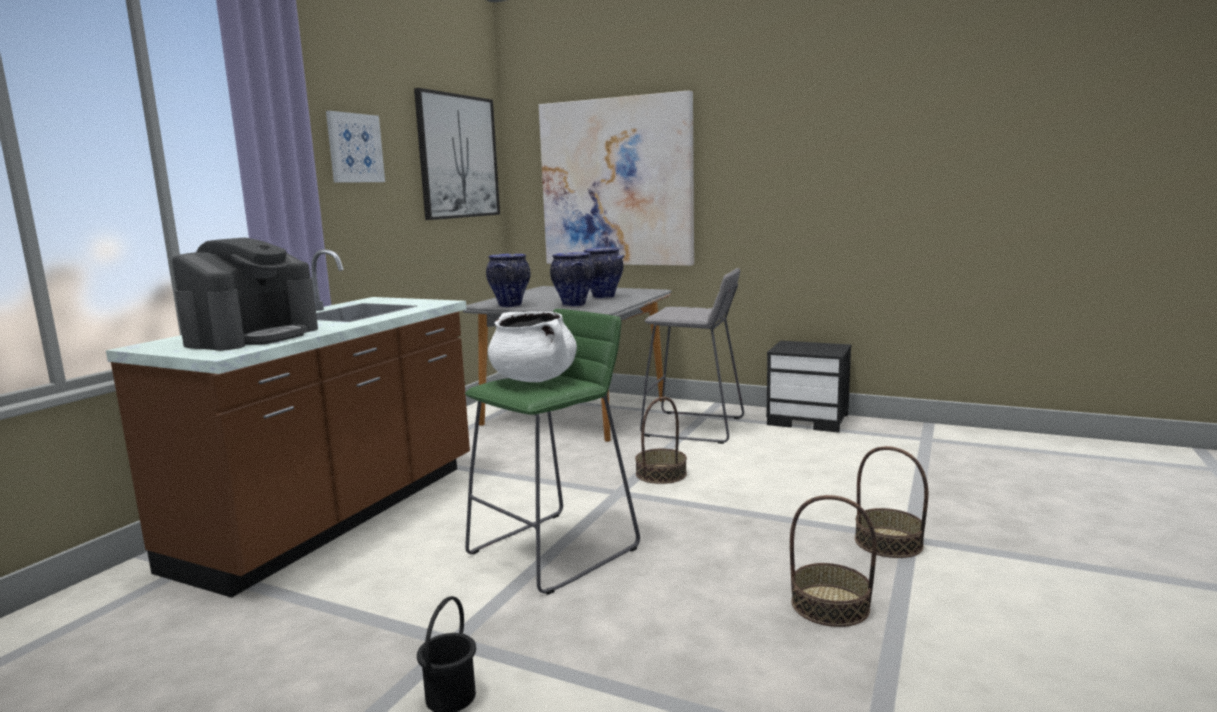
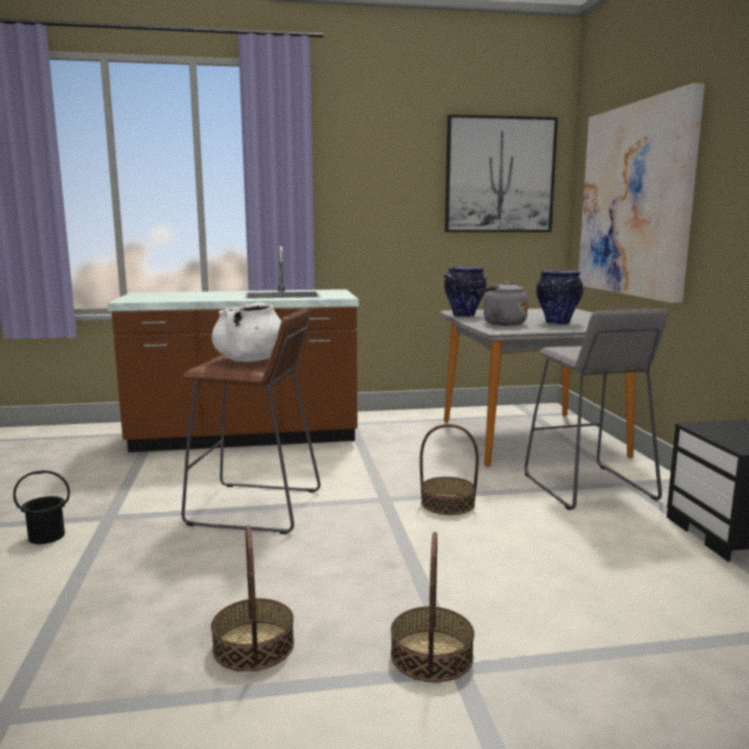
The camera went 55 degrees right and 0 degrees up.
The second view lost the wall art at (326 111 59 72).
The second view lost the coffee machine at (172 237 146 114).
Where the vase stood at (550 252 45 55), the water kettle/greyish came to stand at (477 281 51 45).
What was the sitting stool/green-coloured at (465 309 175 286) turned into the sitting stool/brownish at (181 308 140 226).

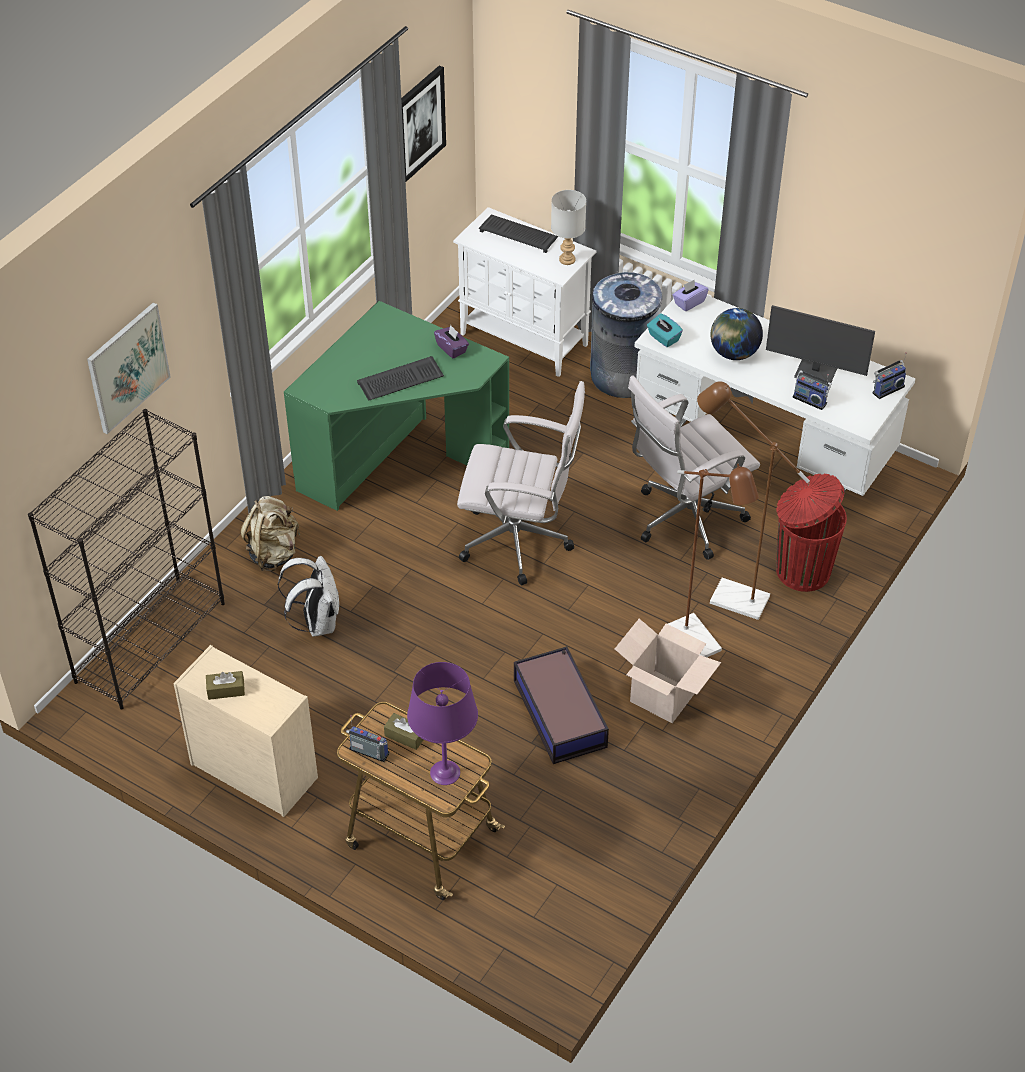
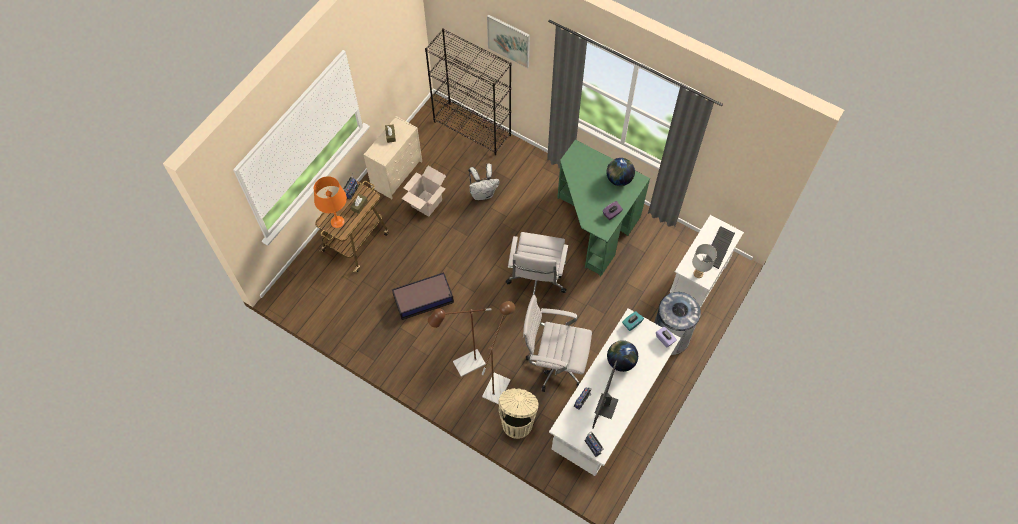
The camera went 90 degrees right and 15 degrees up.
The second view lost the wall art at (401 66 45 116).
The second view lost the computer keyboard at (357 356 87 45).
The office chair/whitish at (628 375 132 185) ended up facing another way, 45 degrees counterclockwise from before.
What was the rubbish bin/red at (776 474 71 118) turned into the rubbish bin/beige at (499 388 40 51).
The second view lost the knapsack/beige at (240 496 60 75).
The cardboard box ended up elsewhere, having gone from (615 619 106 104) to (402 166 44 51).
What was the table lamp/purplish at (407 662 71 123) turned into the table lamp/orangey at (314 176 33 52).
The second view gained the world globe at (606 158 29 28).

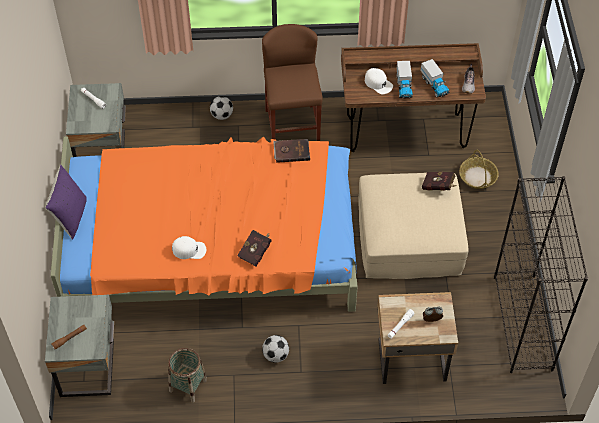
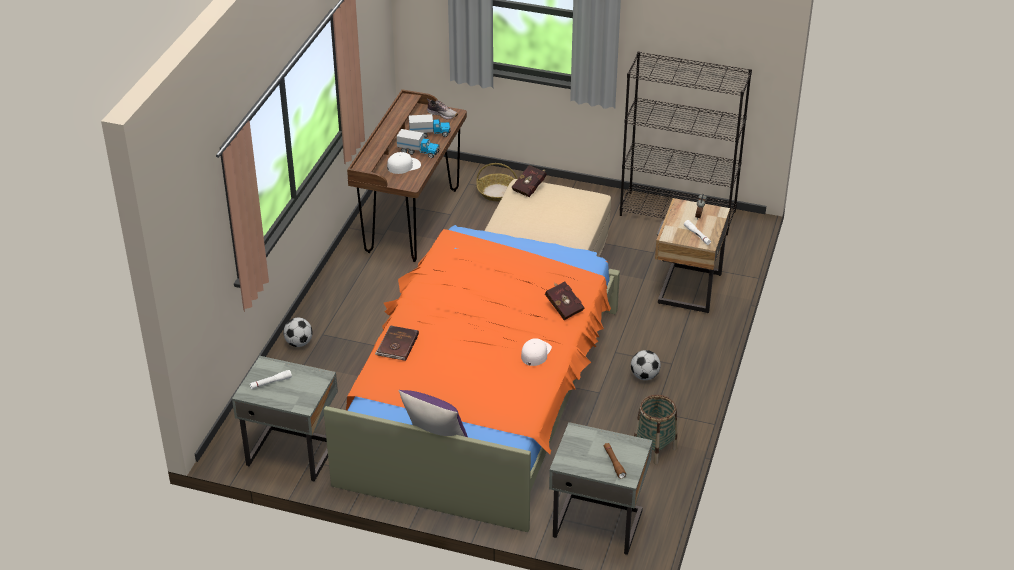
The camera went 70 degrees left and 15 degrees down.
The second view lost the sitting stool/brownish at (262 24 61 117).
The book/brownish ended up elsewhere, having gone from (273 139 37 24) to (375 325 44 36).

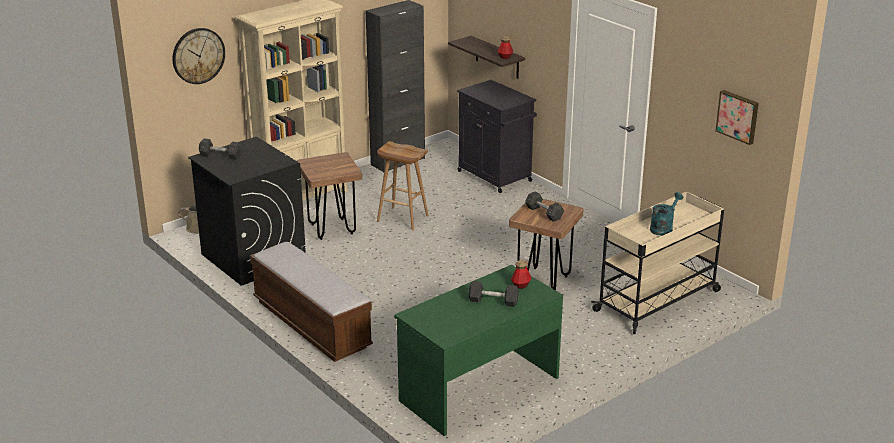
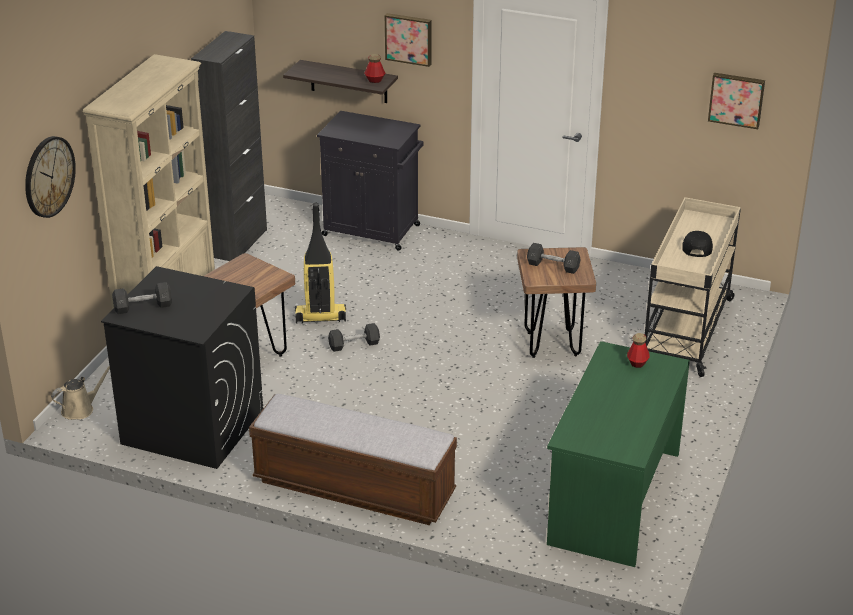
The camera went 30 degrees left and 5 degrees up.
Where the sitting stool/brownish stood at (377 141 52 89), the vacuum came to stand at (295 202 51 122).
Where the watering can/turquoise-coloured stood at (650 192 33 44), the cap/black-coloured came to stand at (682 231 31 26).
The hand weight/greyish ended up elsewhere, having gone from (468 281 51 26) to (328 323 52 29).
The second view gained the wall art at (385 13 47 54).

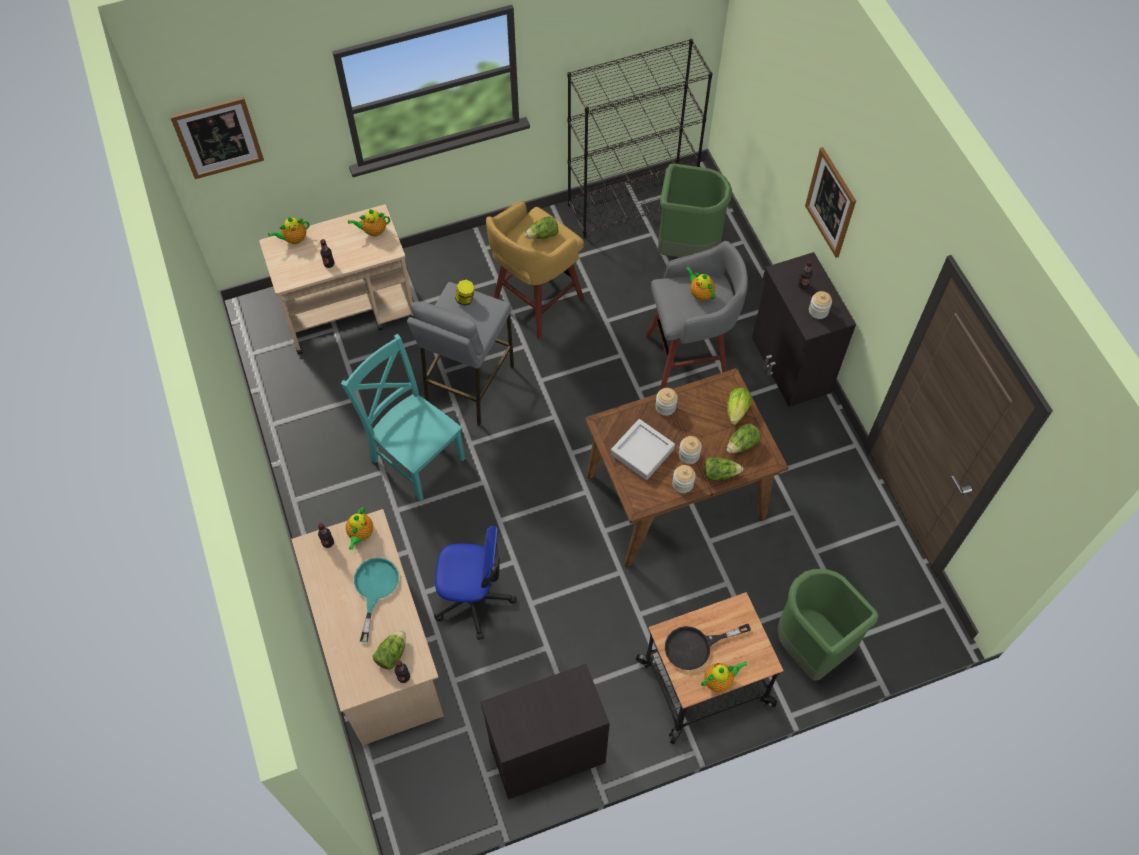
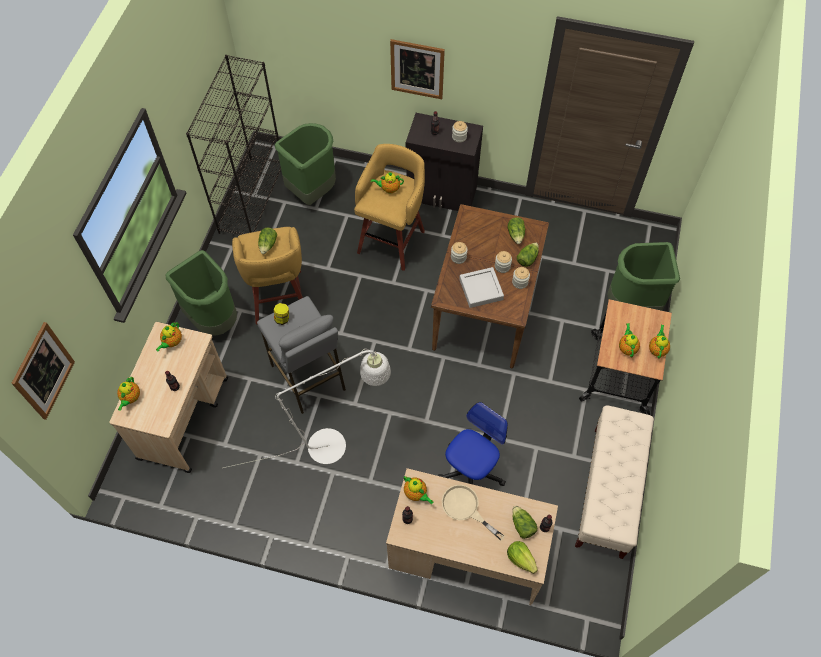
The camera went 55 degrees left and 0 degrees up.
What was the sitting stool/greyish at (646 241 102 148) turned into the sitting stool/yellow-coloured at (354 144 71 127).
Where the upright chair/turquoise-coloured stood at (341 334 124 167), the standard lamp/whitish came to stand at (223 349 168 119).
The lettuce head ended up elsewhere, having gone from (727 388 25 37) to (507 541 31 33).
What was the skillet/turquoise-coloured at (354 558 45 85) turned into the skillet/beige at (442 485 63 56).
Where the skillet/black-coloured stood at (665 624 86 46), the pot for tea came to stand at (619 323 21 35).
Where the cabinet/black-coloured stood at (481 664 129 135), the long seat/beige came to stand at (575 405 79 154).
The second view gained the rubbish bin/green-coloured at (165 250 72 86).

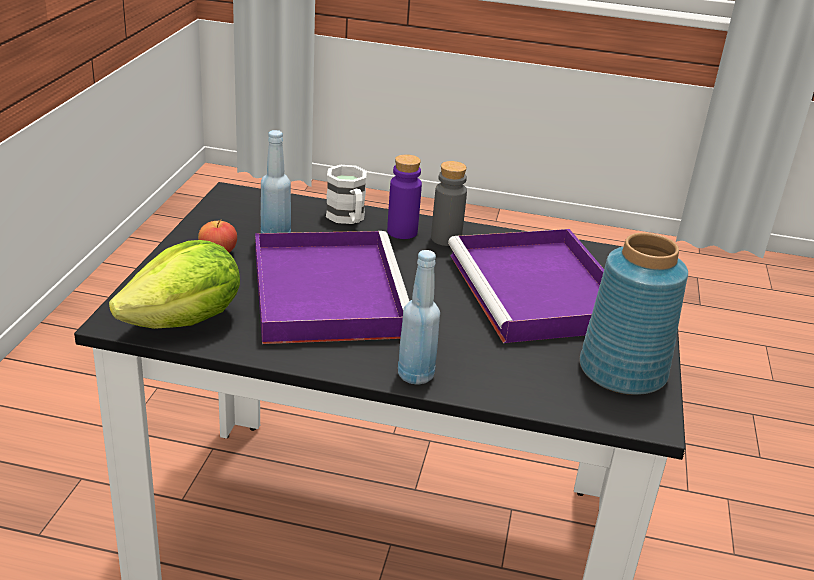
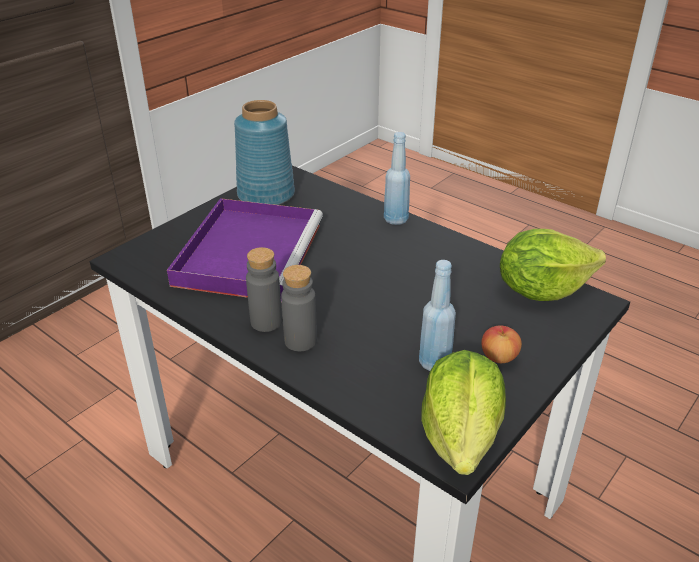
The camera went 150 degrees left and 5 degrees up.
What was the drink bottle/purplish at (387 154 35 85) turned into the drink bottle/greyish at (281 265 36 86).
The second view lost the coffee mug/whitish at (326 165 41 59).
The second view lost the carrying tray/purplish at (255 231 154 113).
The second view gained the lettuce head at (421 350 85 125).

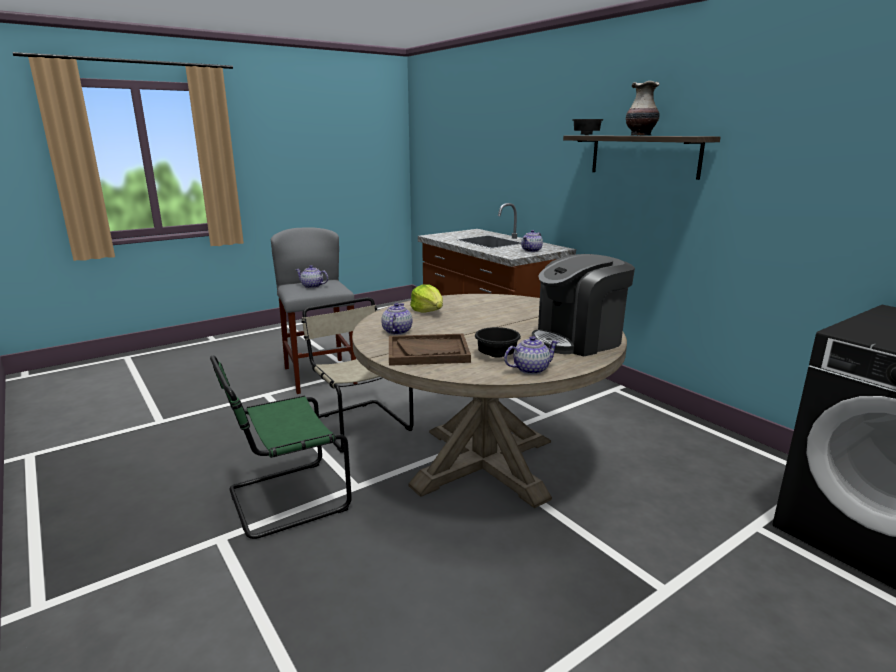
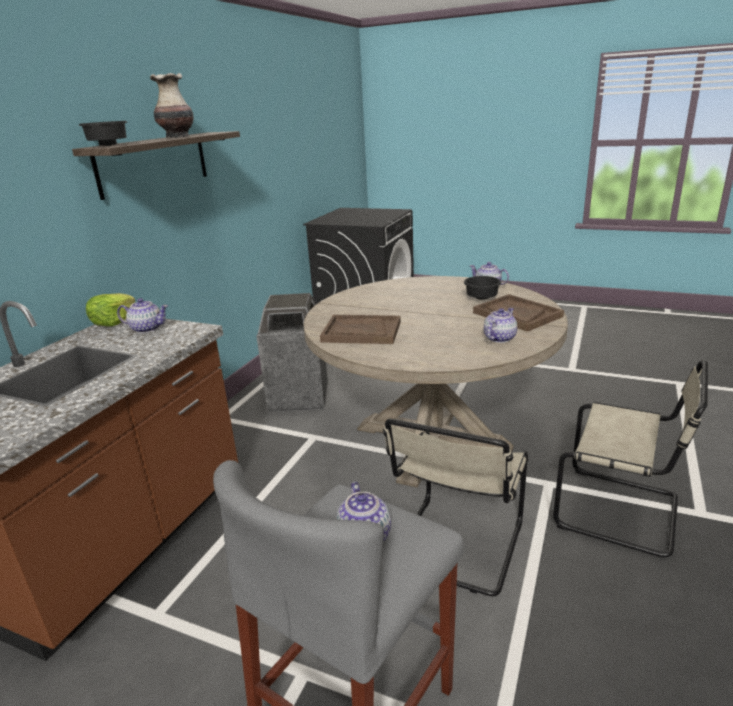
The camera went 120 degrees left and 5 degrees up.
The second view lost the coffee machine at (532 254 103 102).
The lettuce head ended up elsewhere, having gone from (410 284 33 29) to (86 293 49 33).
The pot for tea at (381 303 31 32) ended up facing another way, 150 degrees clockwise from before.
What was the upright chair/green-coloured at (210 356 142 183) turned into the upright chair/beige at (553 360 155 197).
The second view gained the rubbish bin at (256 293 72 119).
The second view gained the carrying tray/brownish at (320 315 81 29).

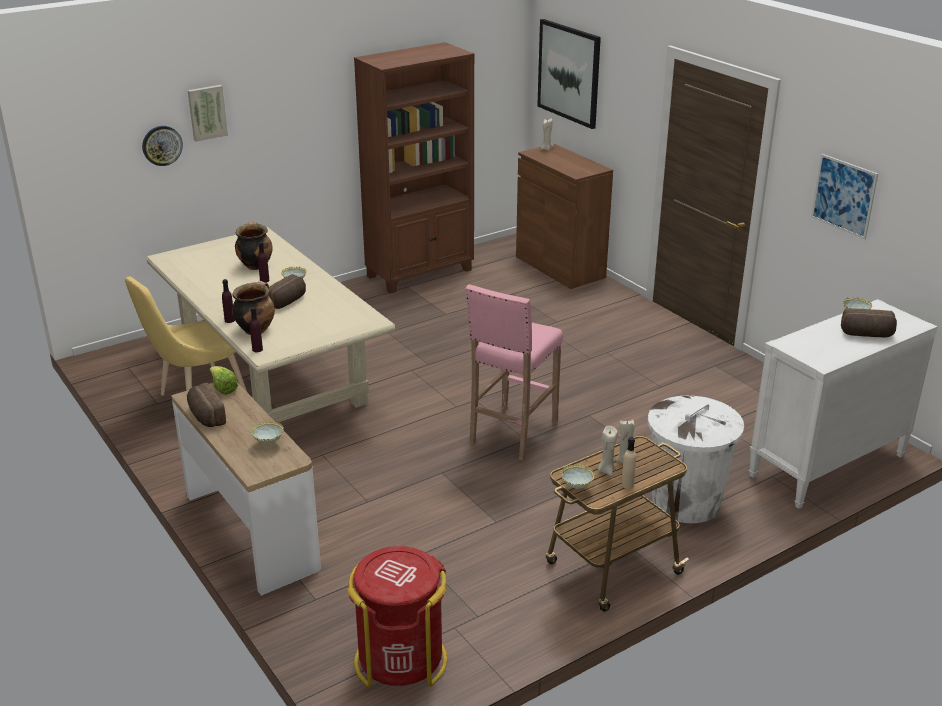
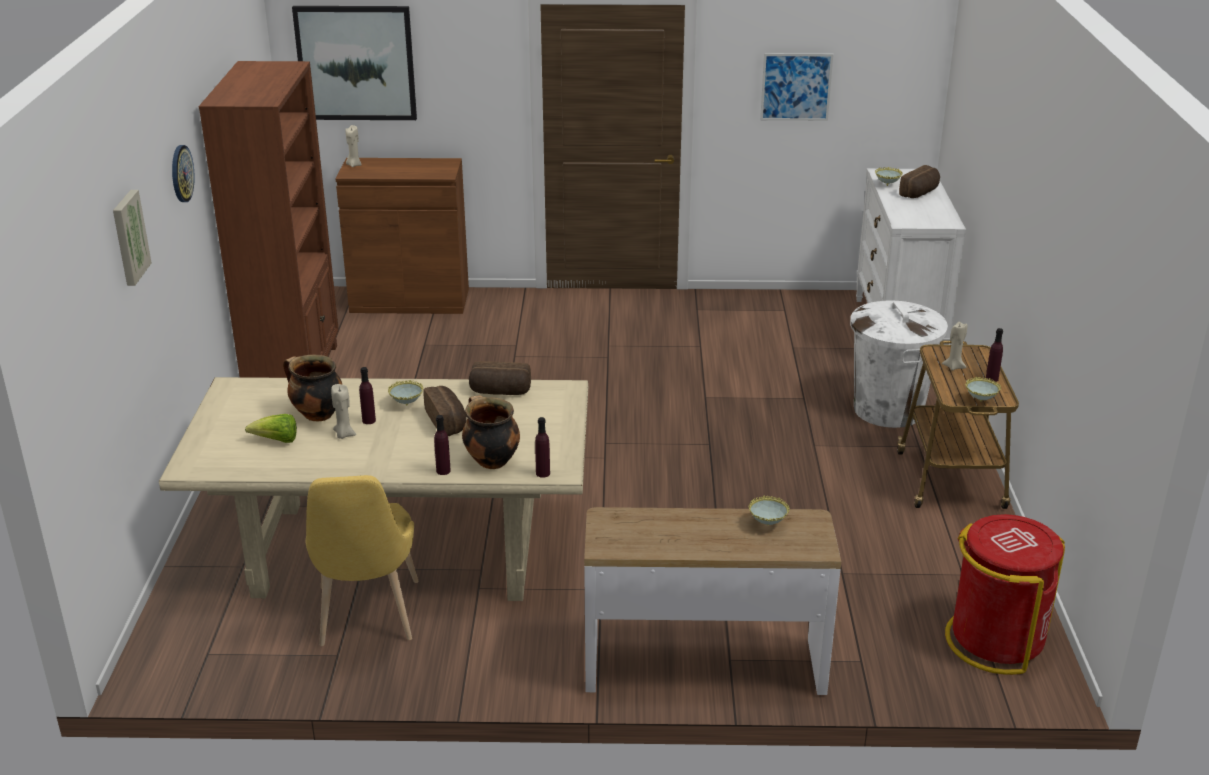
The camera went 55 degrees left and 0 degrees up.
The hanging clock ended up elsewhere, having gone from (142 126 41 40) to (172 145 23 57).
The second view lost the sitting stool/pink at (466 284 97 177).
The lettuce head ended up elsewhere, having gone from (210 366 28 29) to (245 414 52 29).
The baked bread ended up elsewhere, having gone from (187 383 39 44) to (469 361 62 34).
The wax light/beige ended up elsewhere, having gone from (598 426 20 50) to (331 384 25 55).
What was the drink bottle/beige at (621 437 15 52) turned into the drink bottle/purplish at (986 328 17 54).

